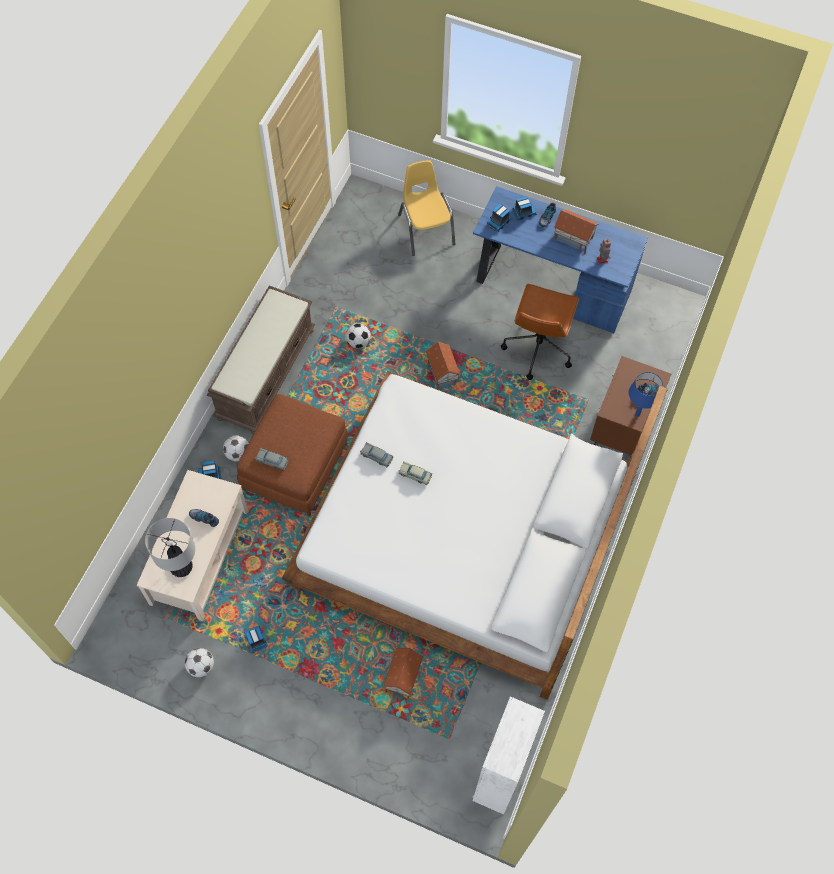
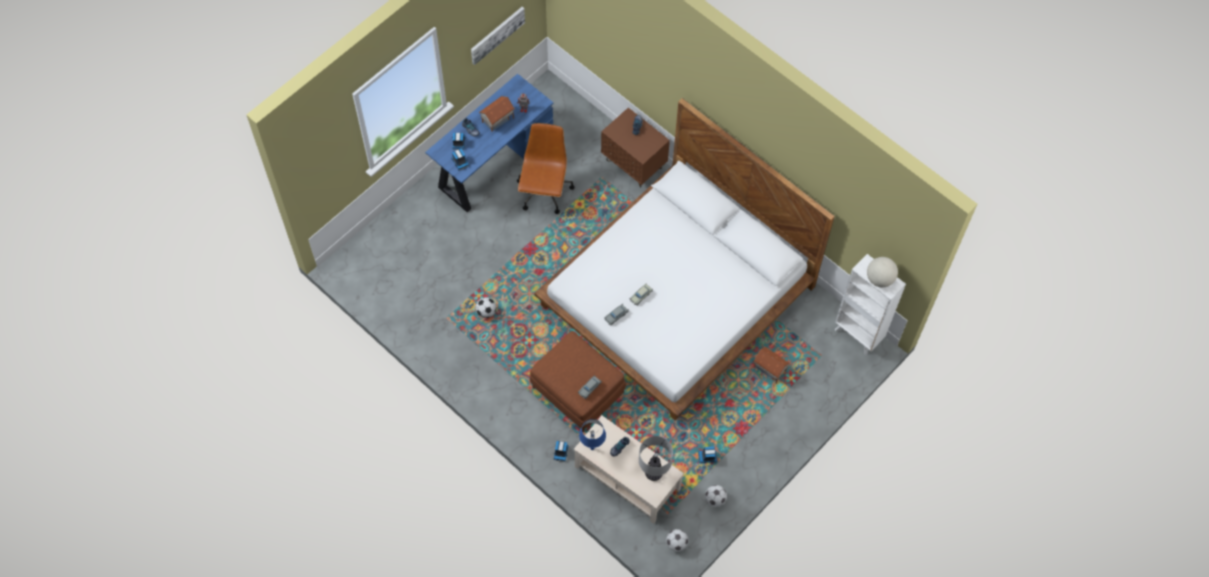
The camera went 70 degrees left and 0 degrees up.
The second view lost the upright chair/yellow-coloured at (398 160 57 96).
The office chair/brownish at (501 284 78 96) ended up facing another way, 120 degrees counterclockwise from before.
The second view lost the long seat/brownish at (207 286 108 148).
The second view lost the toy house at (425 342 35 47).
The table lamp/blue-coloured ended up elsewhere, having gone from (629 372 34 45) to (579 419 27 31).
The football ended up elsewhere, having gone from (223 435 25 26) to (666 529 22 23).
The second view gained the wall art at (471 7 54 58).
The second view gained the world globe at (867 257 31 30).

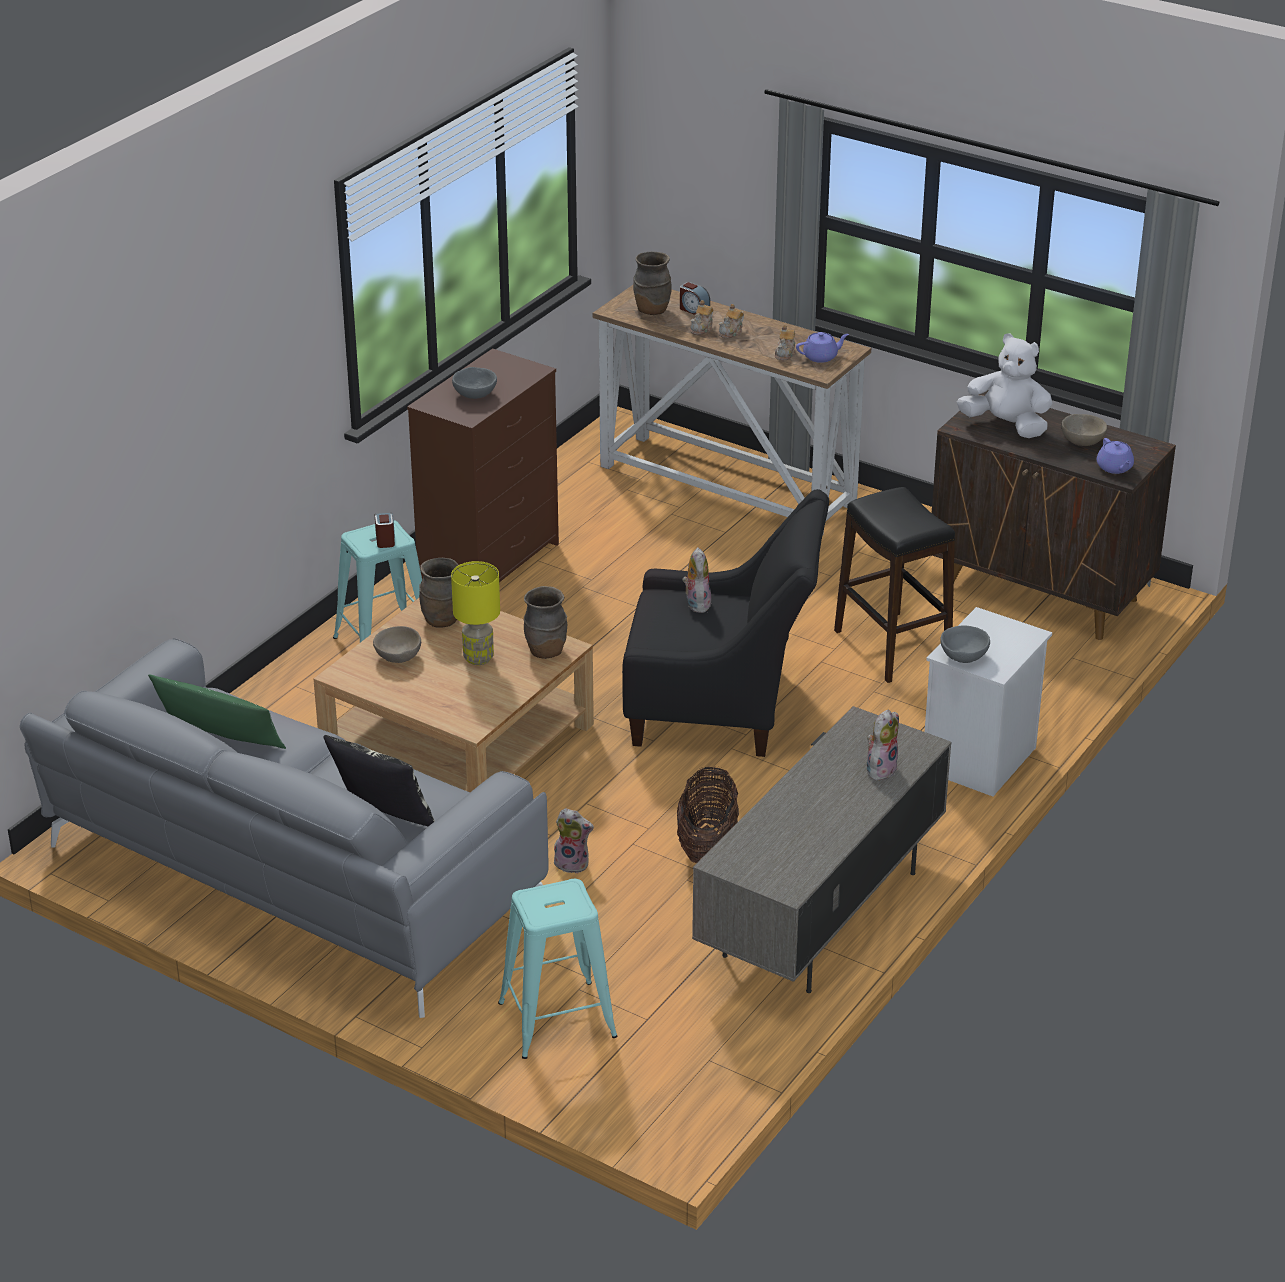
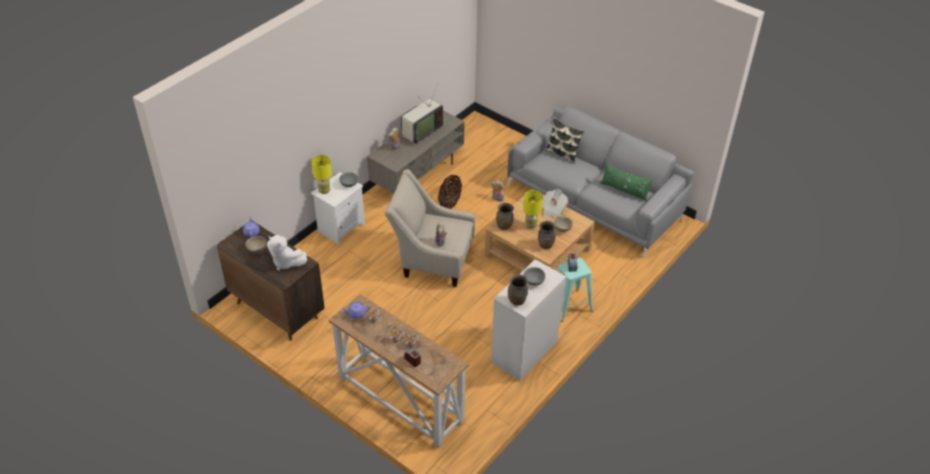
The camera went 175 degrees left and 10 degrees up.
The vase/brownish ended up elsewhere, having gone from (633 251 39 64) to (508 274 20 31).
What was the chest of drawers/brownish at (407 348 152 234) turned into the chest of drawers/whitish at (491 259 75 122).
The second view lost the sitting stool/black-coloured at (834 487 121 196).
What was the easy chair/black-coloured at (622 489 207 268) turned into the easy chair/beige at (384 169 91 118).
The second view lost the sitting stool/turquoise-coloured at (498 879 119 180).
The second view gained the television at (401 86 42 58).
The second view gained the table lamp/yellow-coloured at (312 155 20 39).
The second view gained the newspaper at (542 189 26 28).

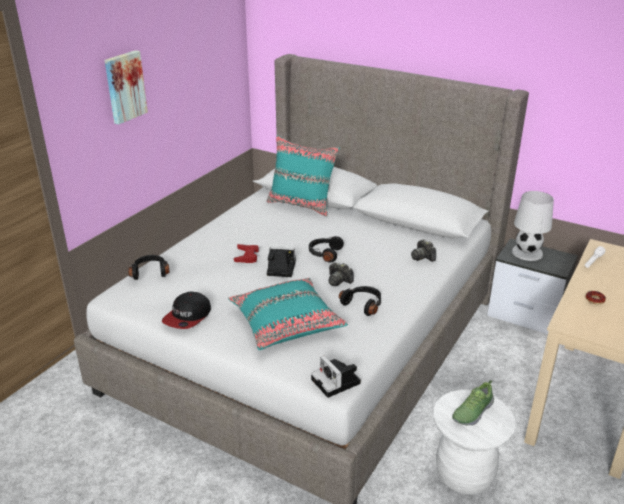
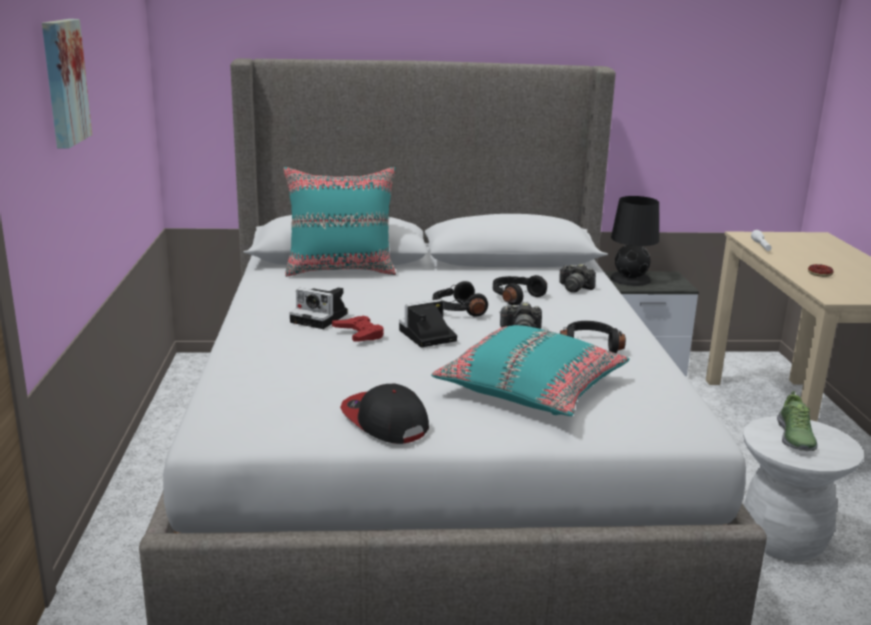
The camera went 35 degrees left and 10 degrees down.
What was the table lamp/whitish at (512 191 42 70) turned into the table lamp/black-coloured at (611 196 48 90).
The headset/black-coloured ended up elsewhere, having gone from (128 255 42 25) to (493 275 54 30).
The cap at (162 292 49 37) ended up facing another way, 150 degrees clockwise from before.
The still camera ended up elsewhere, having gone from (311 356 50 42) to (289 287 58 42).

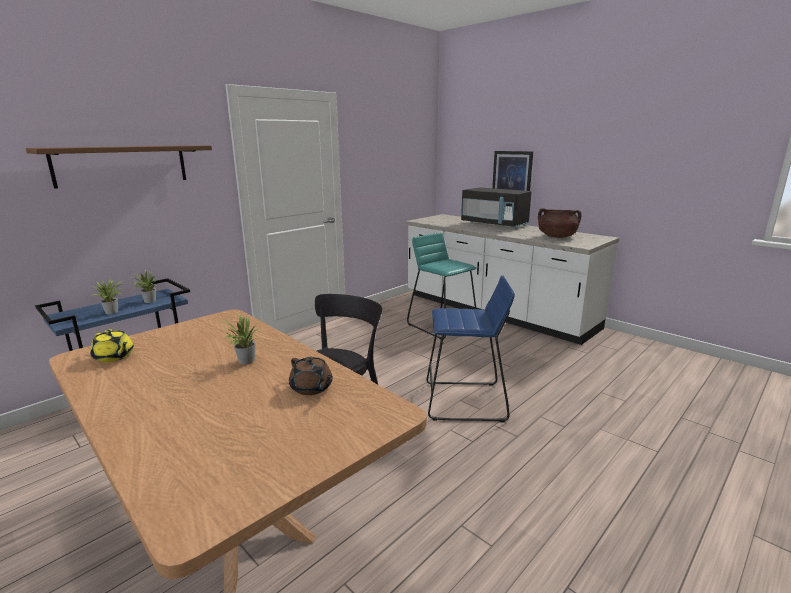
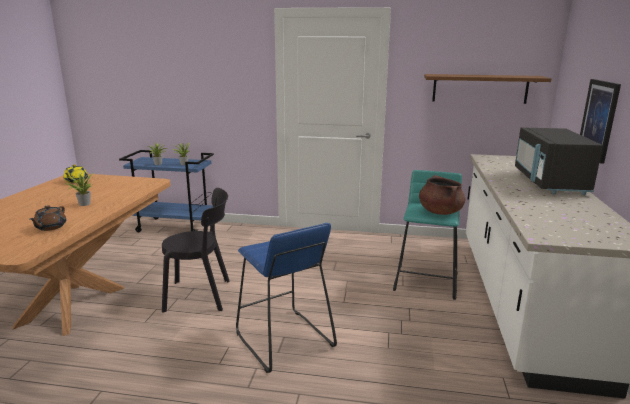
The camera went 55 degrees right and 0 degrees up.
The bracket shelf/brownish ended up elsewhere, having gone from (26 145 186 44) to (424 74 127 30).
The cooking pot/brownish ended up elsewhere, having gone from (538 208 43 30) to (419 175 46 40).

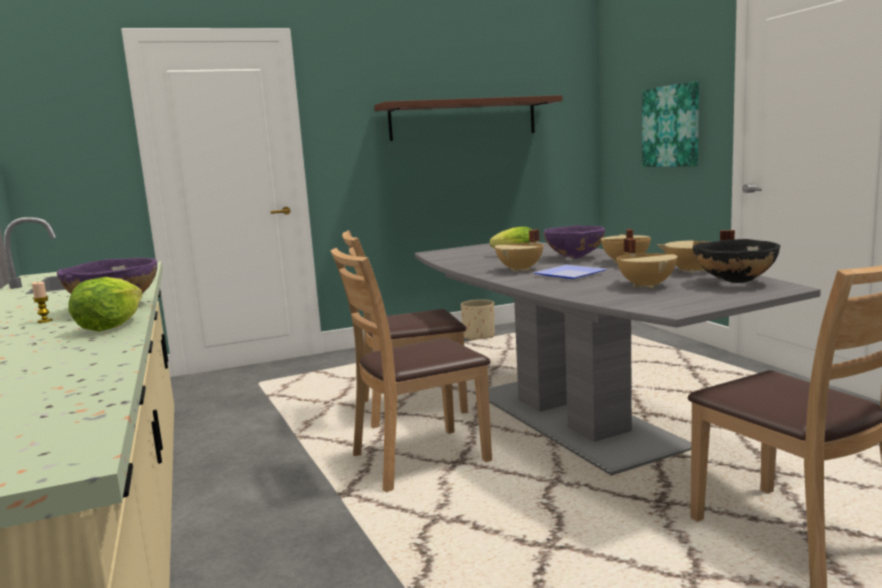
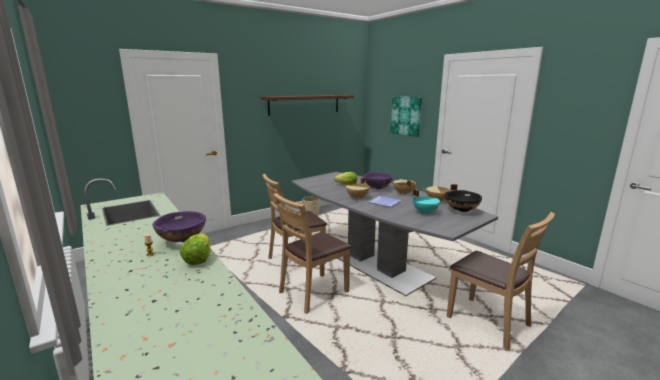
The camera went 15 degrees left and 5 degrees up.
What was the cooking pot/beige at (617 238 61 50) turned into the cooking pot/turquoise-coloured at (413 189 27 26).

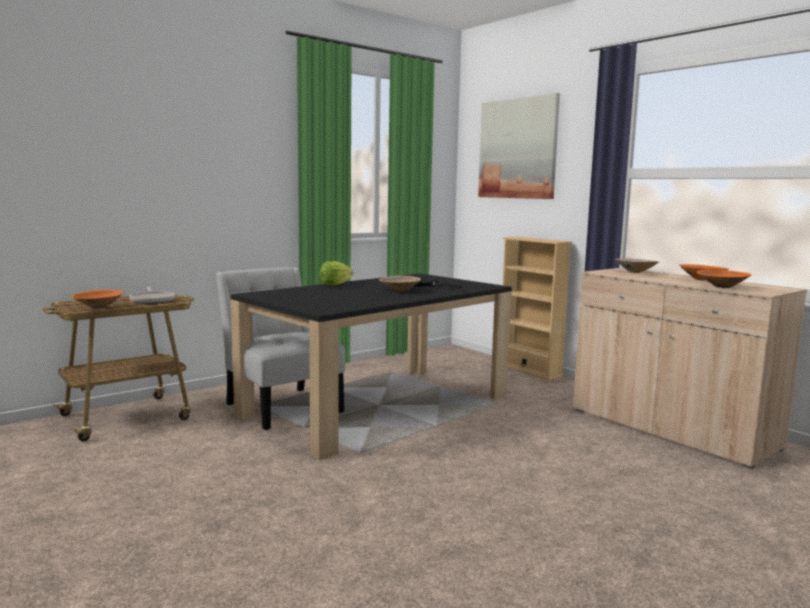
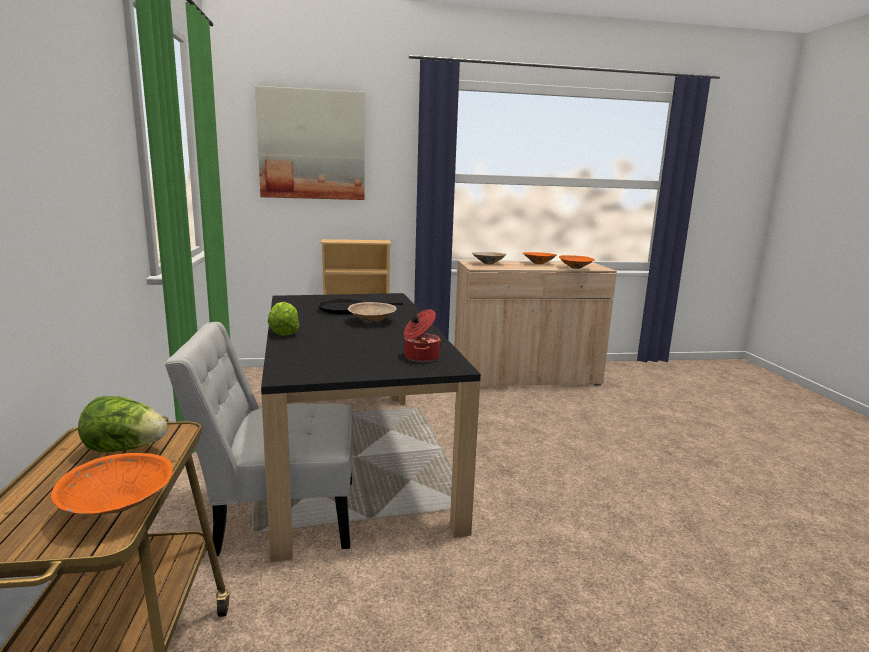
The camera went 60 degrees left and 5 degrees up.
Where the skillet stood at (130 287 45 17), the lettuce head came to stand at (78 396 89 57).
The second view gained the cooking pot at (404 309 38 53).

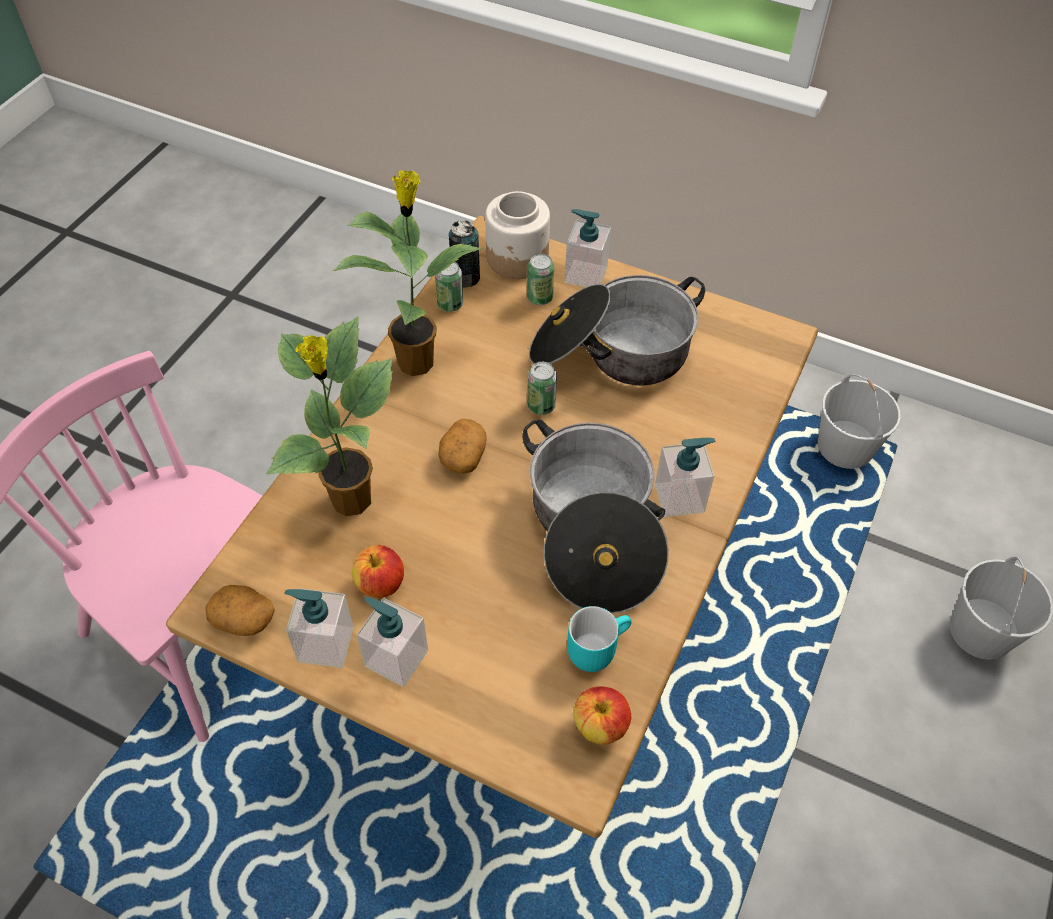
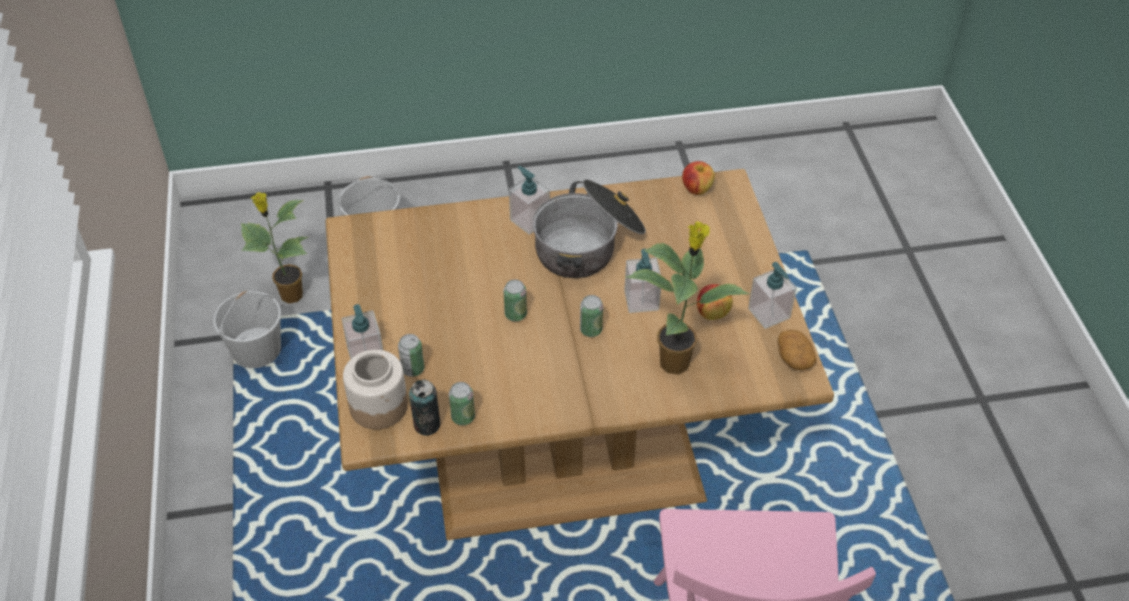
The camera went 125 degrees left and 5 degrees down.
The plant in a pot ended up elsewhere, having gone from (332 170 151 206) to (241 192 67 112).
The second view lost the cooking pot at (529 275 176 111).
Where the whole potato stood at (439 418 47 56), the metal can came to stand at (580 295 23 42).
The liquid soap bottle ended up elsewhere, having gone from (357 597 71 90) to (624 249 37 64).
The second view lost the coffee mug/turquoise-coloured at (567 606 64 66).

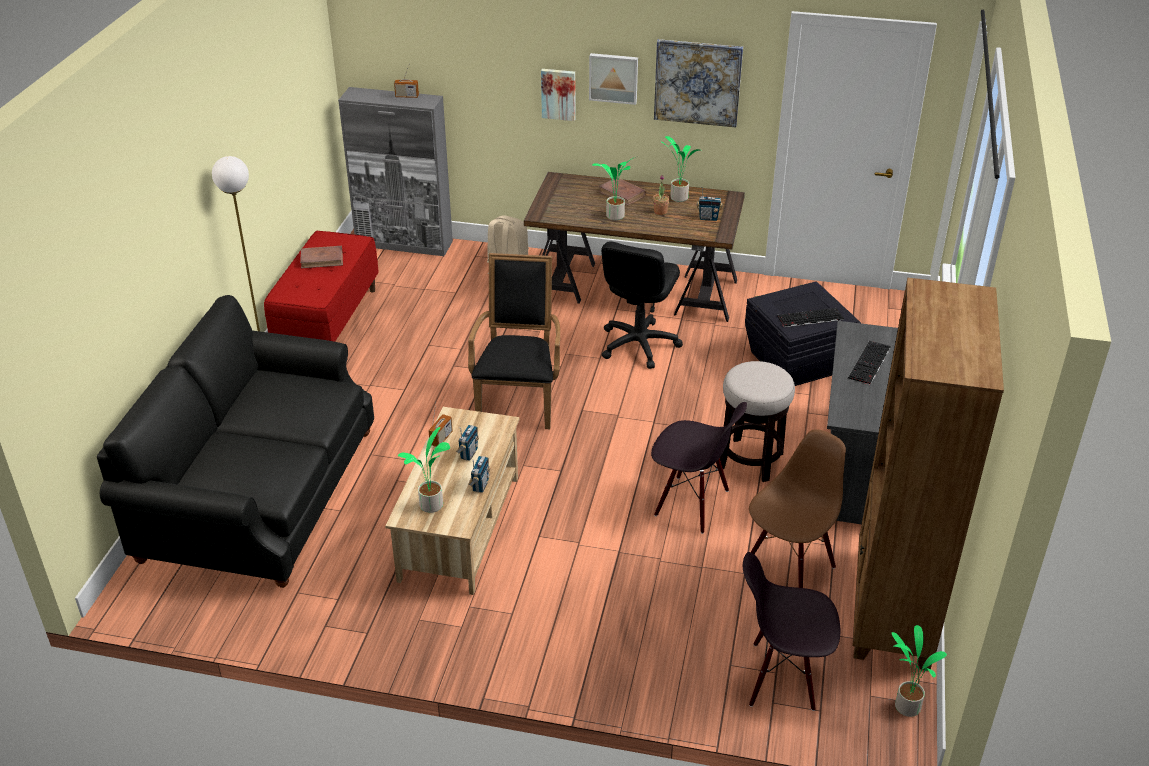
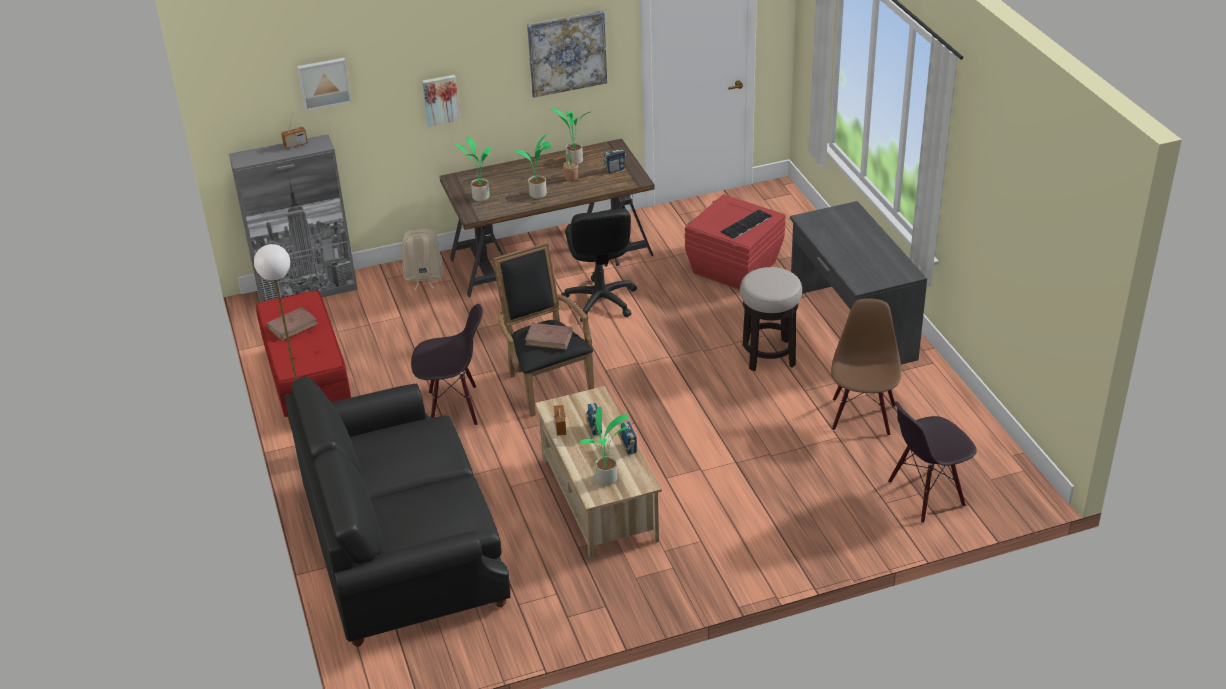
The camera went 30 degrees left and 0 degrees up.
The wall art ended up elsewhere, having gone from (589 53 49 52) to (297 58 55 53).
The book/brownish ended up elsewhere, having gone from (599 177 47 29) to (525 323 48 27).
The second view lost the shelving unit/brownish at (853 277 151 393).
What was the storage bin/black-coloured at (745 281 116 105) turned into the storage bin/red at (685 194 101 96).
The second view lost the computer keyboard at (848 341 43 44).
The upright chair/black-coloured ended up elsewhere, having gone from (651 402 96 132) to (411 304 72 122).
The plant in a pot ended up elsewhere, having gone from (891 625 56 92) to (454 137 38 64).

